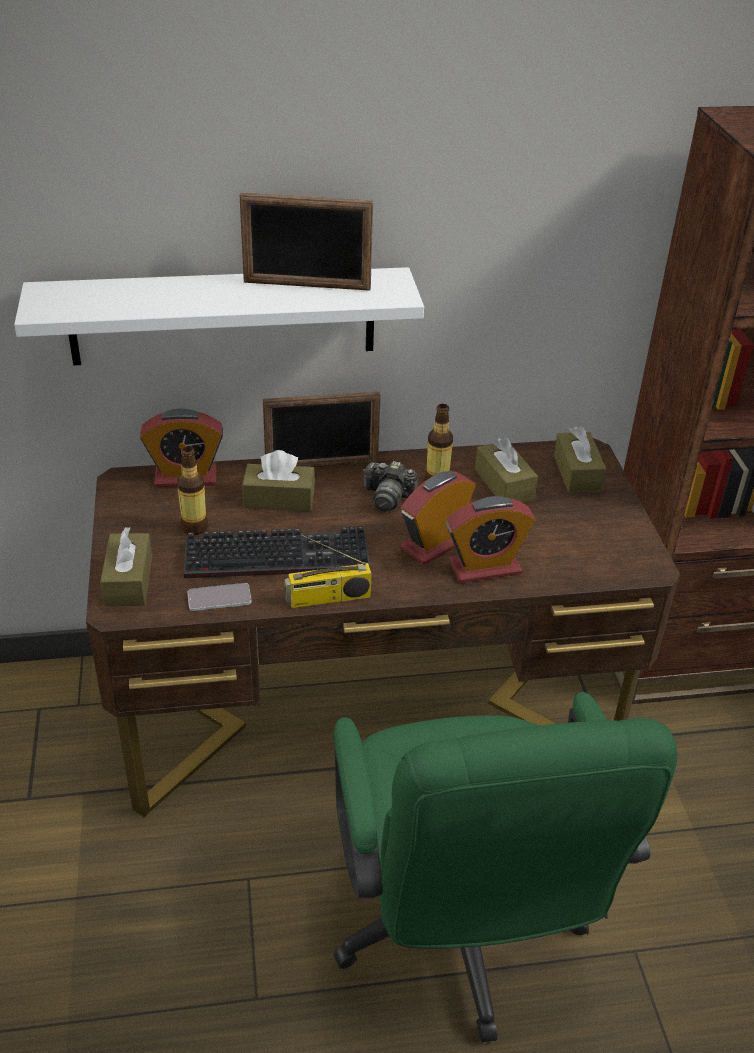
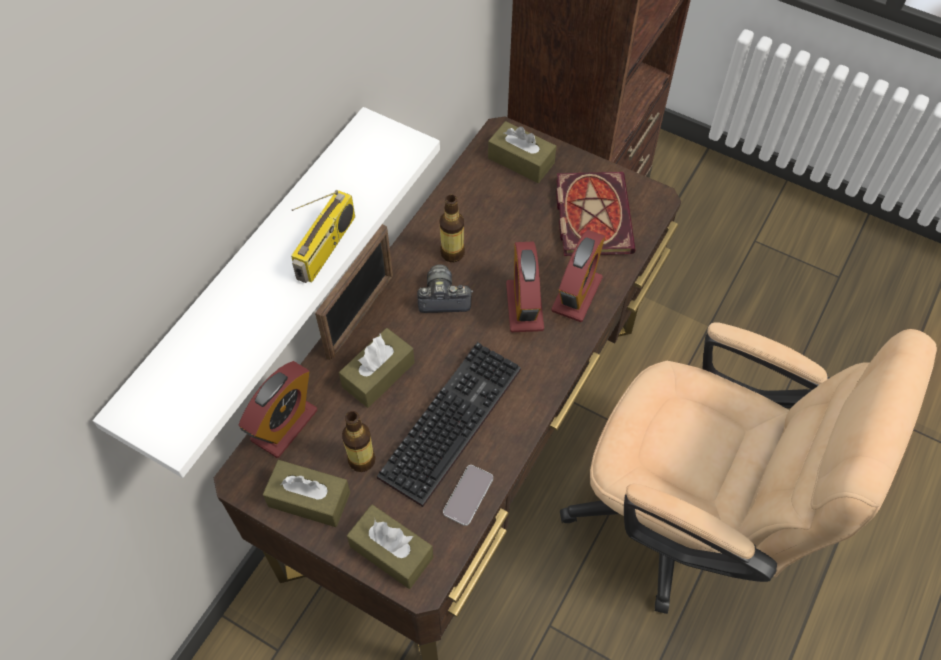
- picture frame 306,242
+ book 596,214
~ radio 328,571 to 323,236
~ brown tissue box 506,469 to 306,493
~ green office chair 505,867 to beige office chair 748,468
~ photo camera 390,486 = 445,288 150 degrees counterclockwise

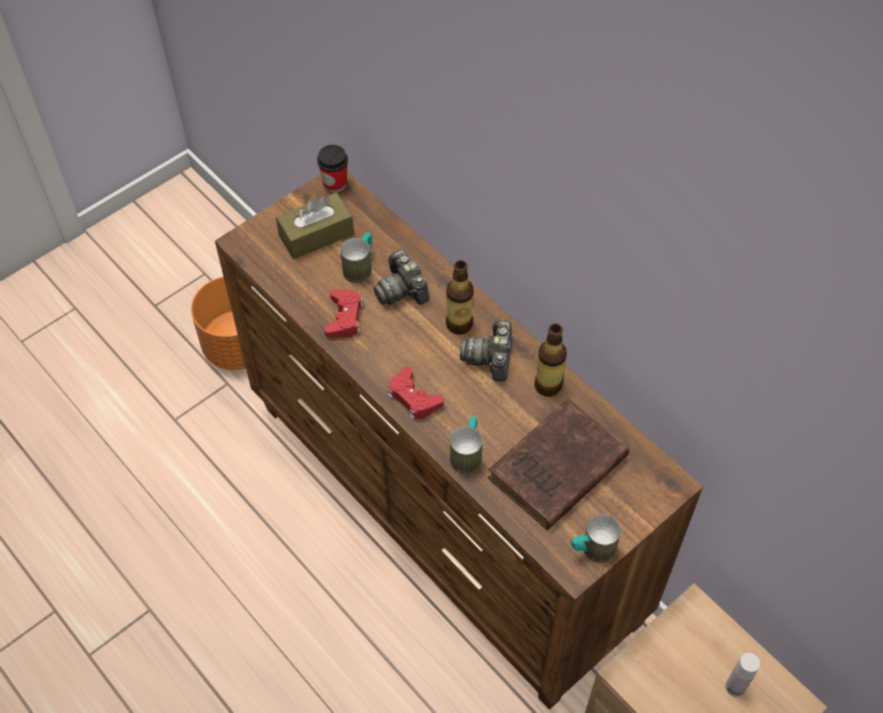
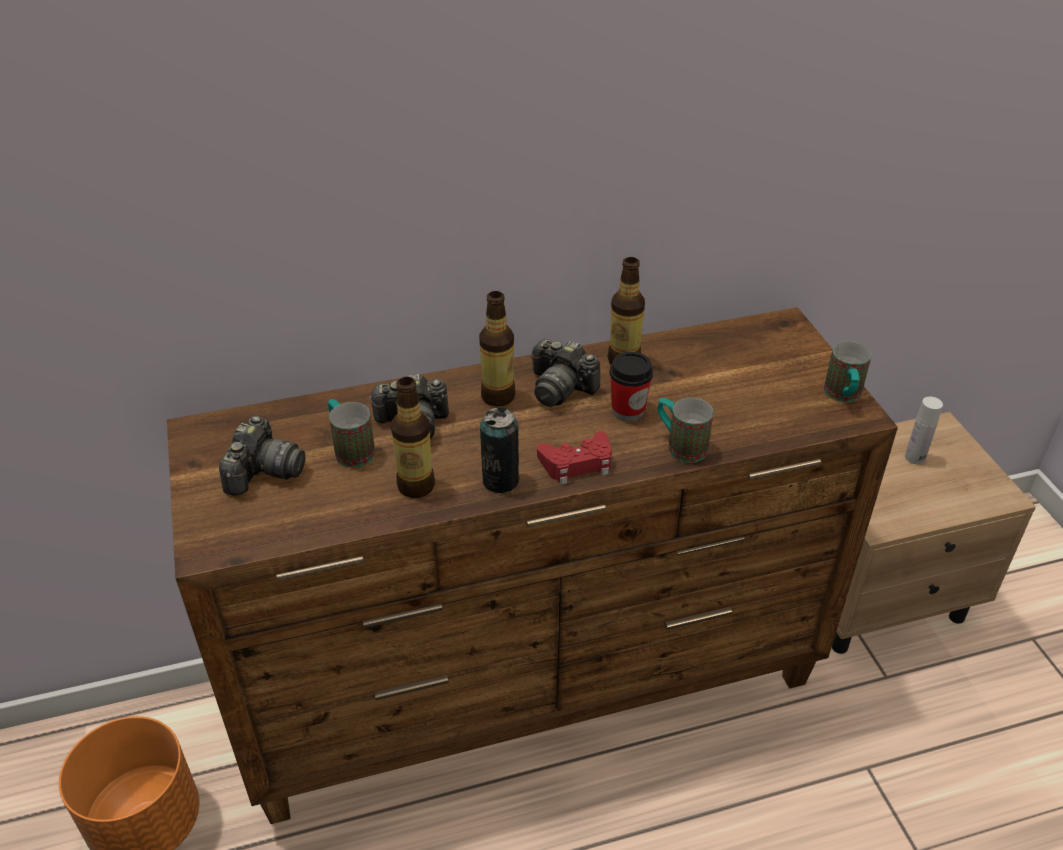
- brown book 558,464
+ can 500,450
~ cup 332,169 to 631,386
~ brown tissue box 315,225 to photo camera 262,456
~ red game controller 344,313 to bottle 413,437

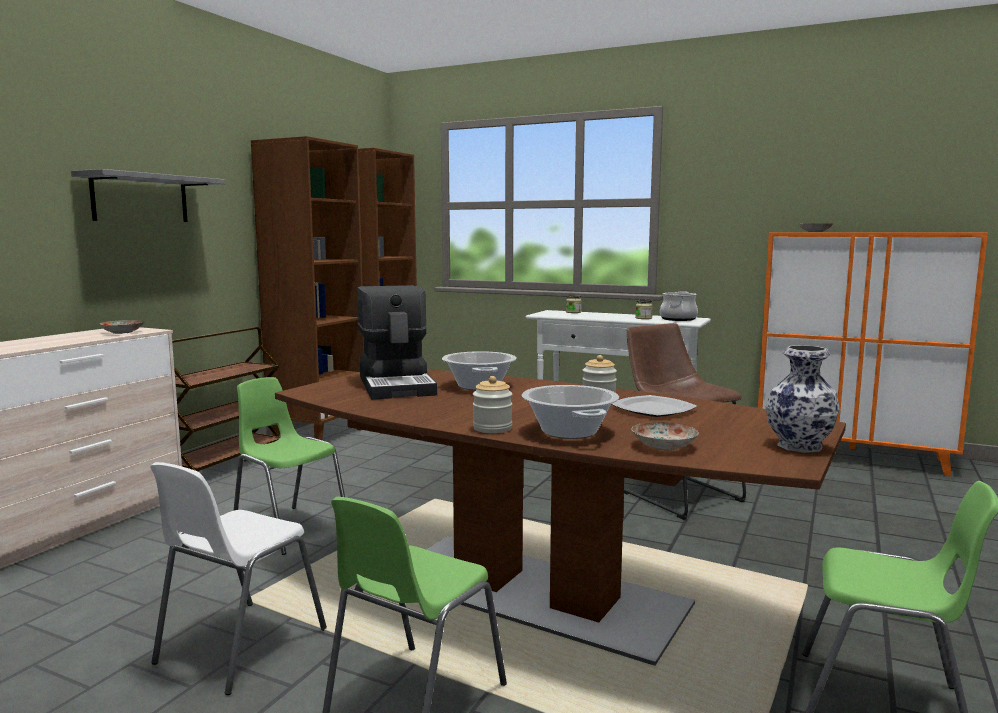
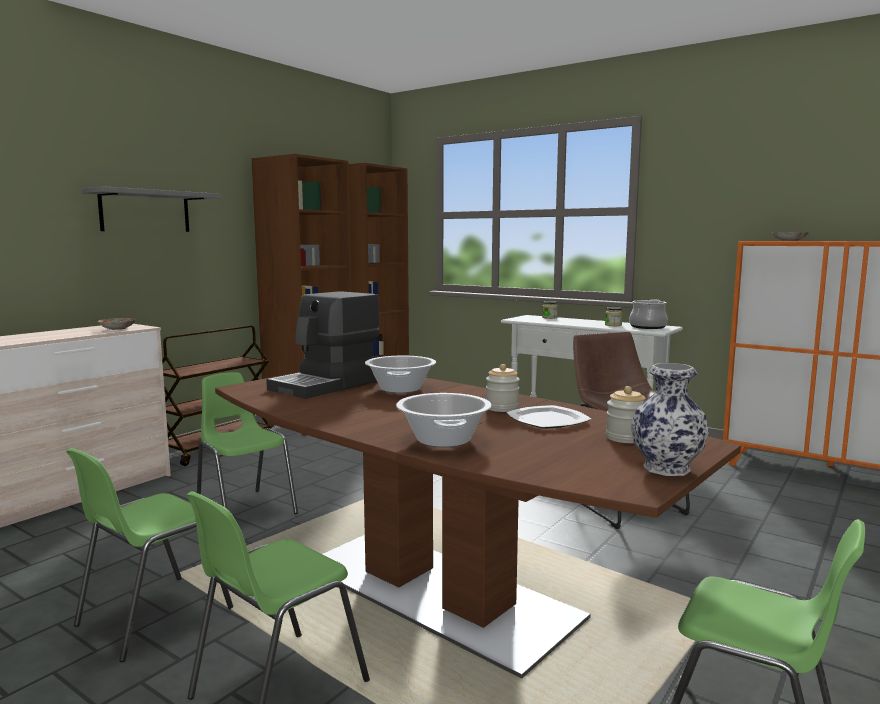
- plate 665,436
~ jar 492,404 to 626,414
~ white chair 238,578 to green chair 150,555
~ coffee machine 397,342 = 323,345 45 degrees clockwise

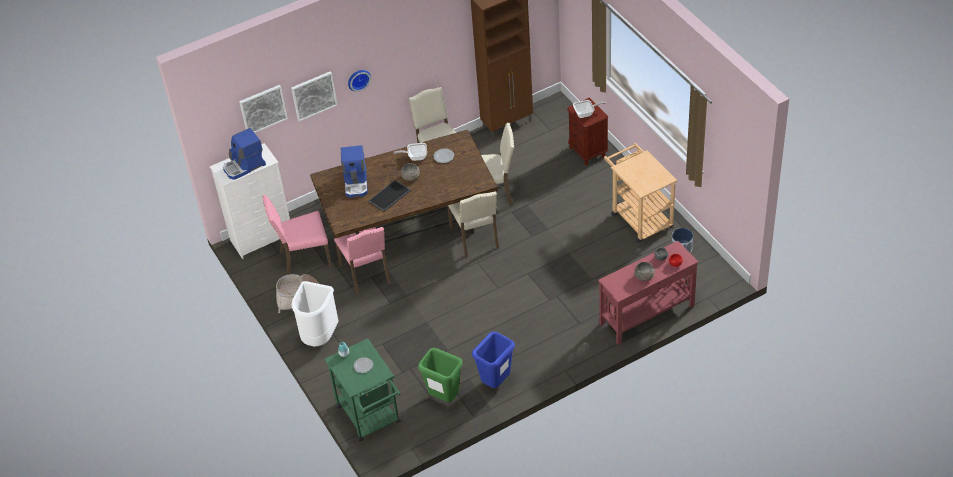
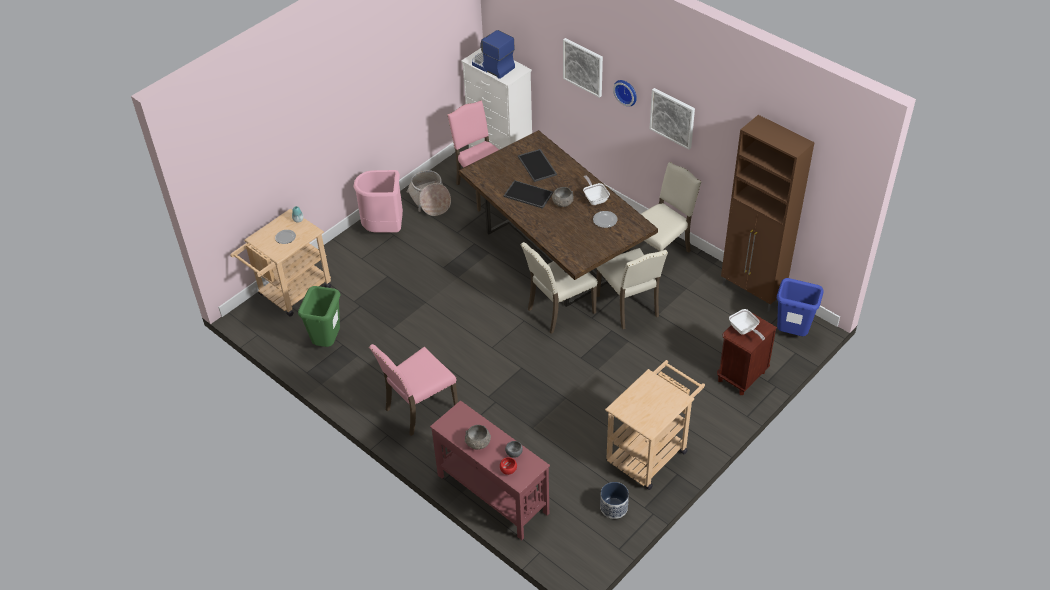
~ picture 263,109 to 672,119
~ pink chair 362,261 to 413,390
~ blue trash can 493,359 to 800,307
~ coffee machine 354,171 to tray 537,165
~ white trash can 315,314 to pink trash can 378,201
~ green cart 363,390 to beige cart 280,263

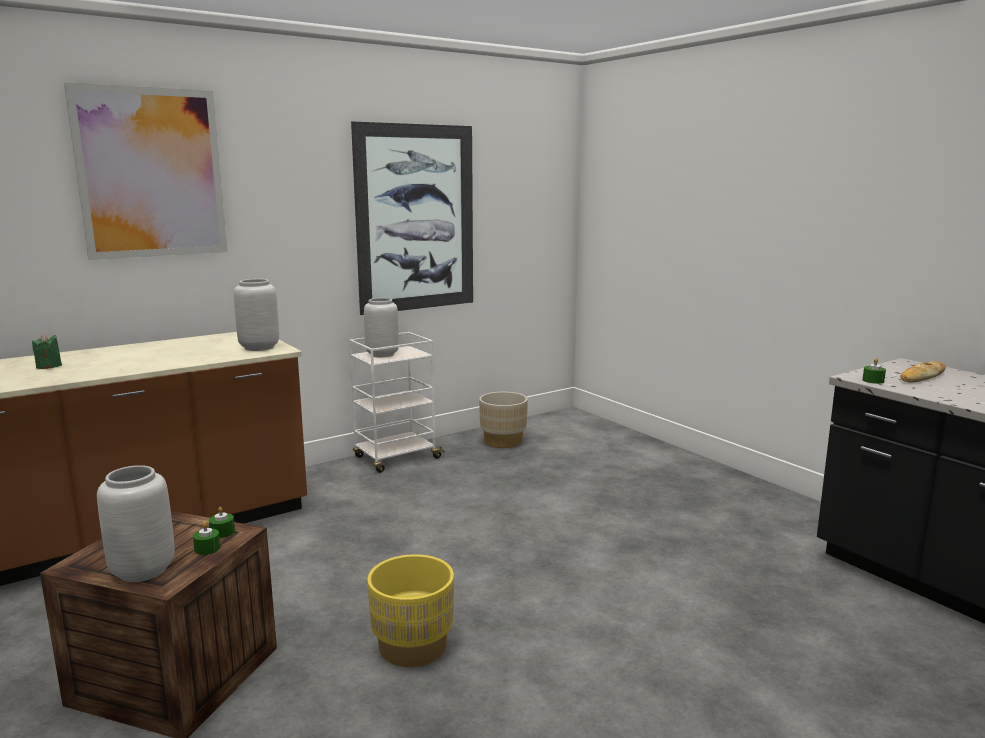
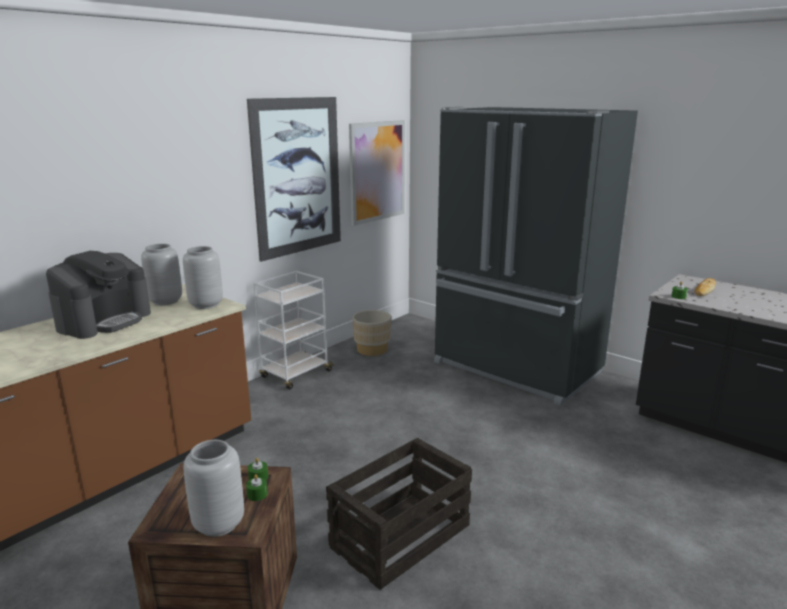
- green candle 47,351
+ coffee machine 98,295
+ black fridge 536,256
~ picture 145,171 to 377,173
~ grey vase 381,327 to 161,274
~ yellow planter 410,610 to crate 399,514

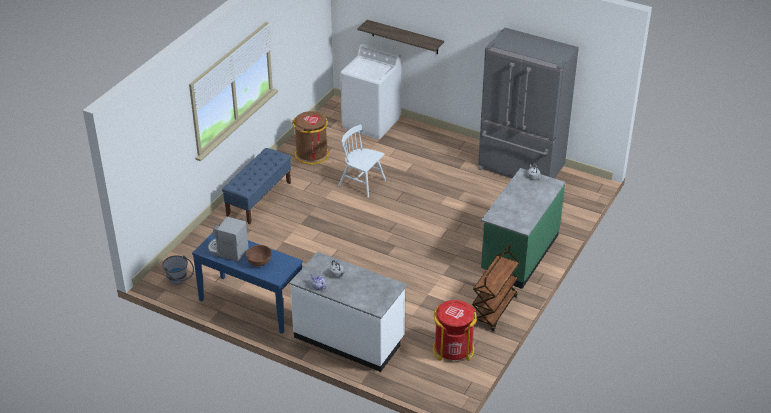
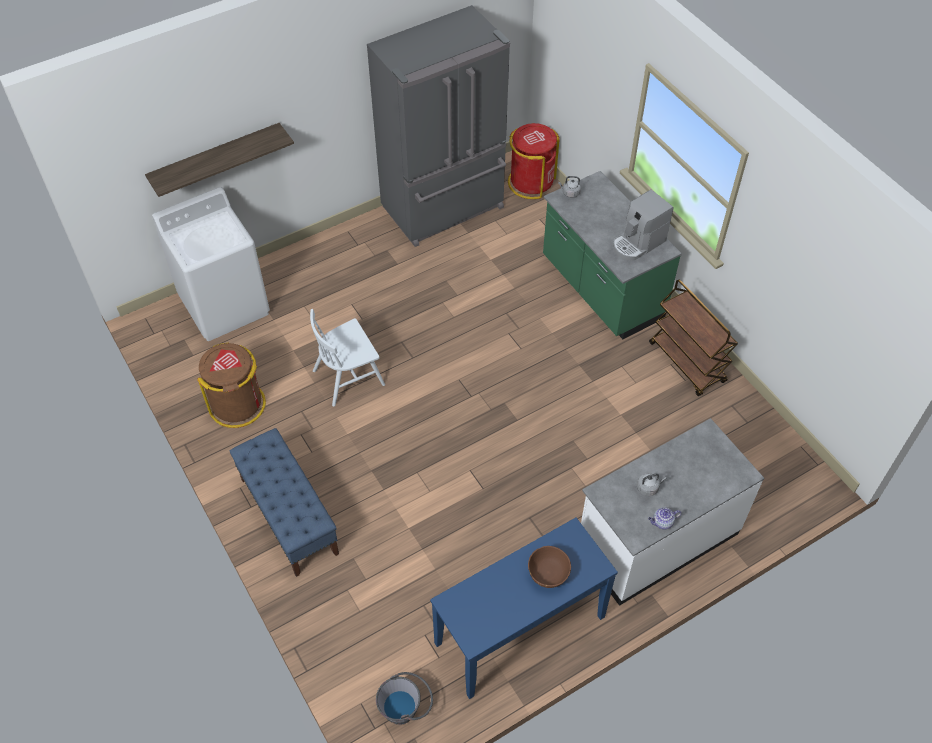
~ coffee machine 228,239 to 643,225
~ red trash can 455,330 to 534,161

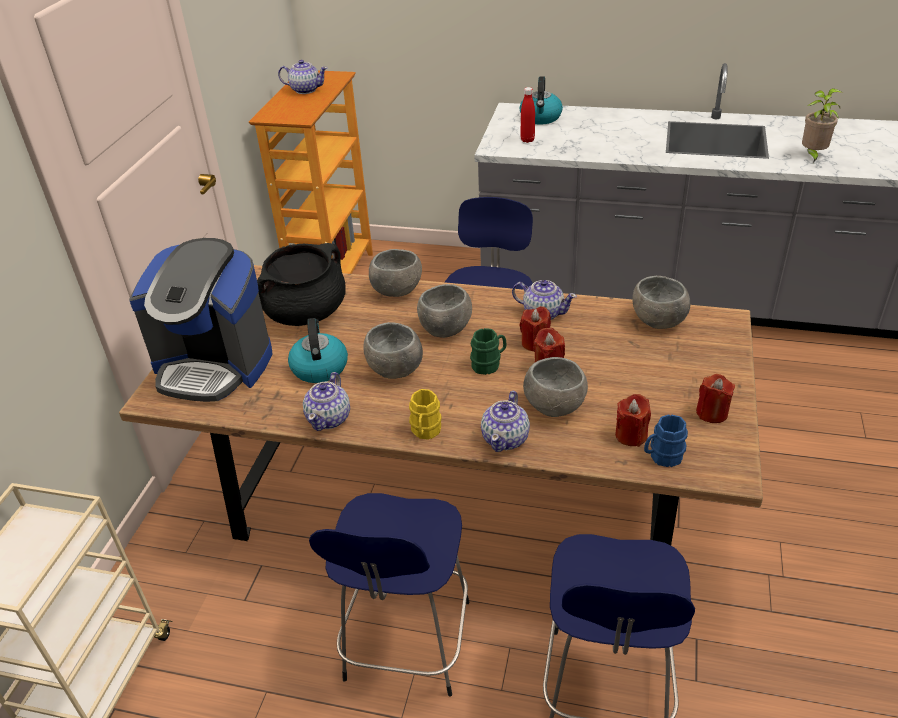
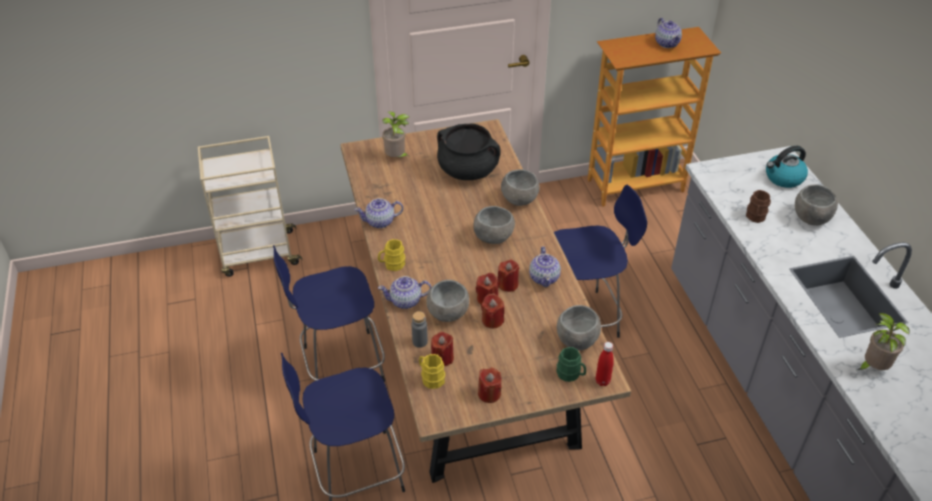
- kettle 318,350
+ grey bottle 420,329
+ red candle 492,311
+ brown mug 758,206
~ grey bowl 393,350 to 816,204
~ green mug 488,351 to 571,364
~ red bottle 528,115 to 605,364
~ coffee machine 200,320 to potted plant 395,134
~ blue mug 666,440 to yellow mug 432,371

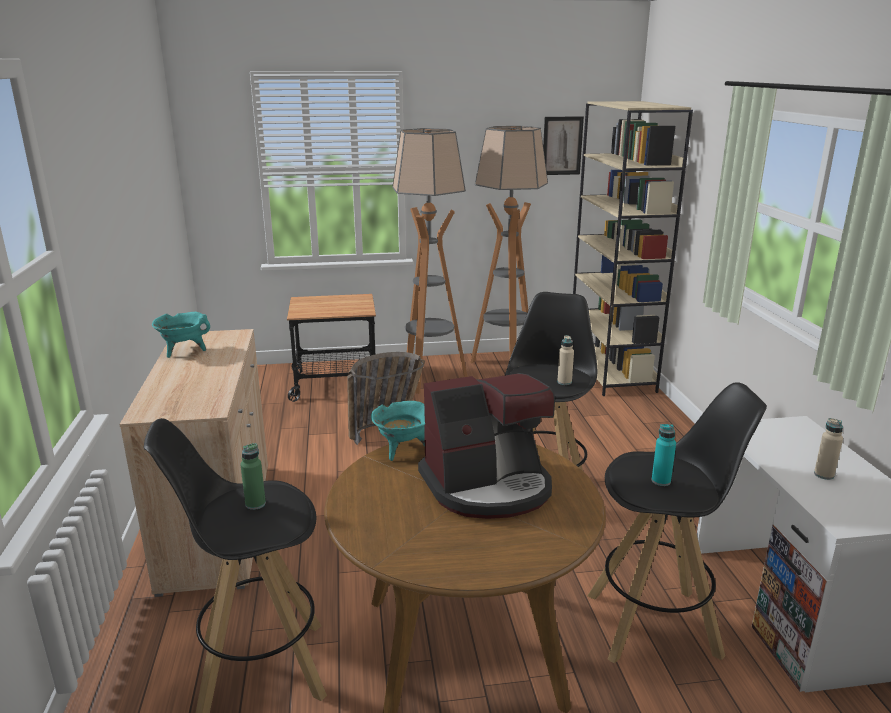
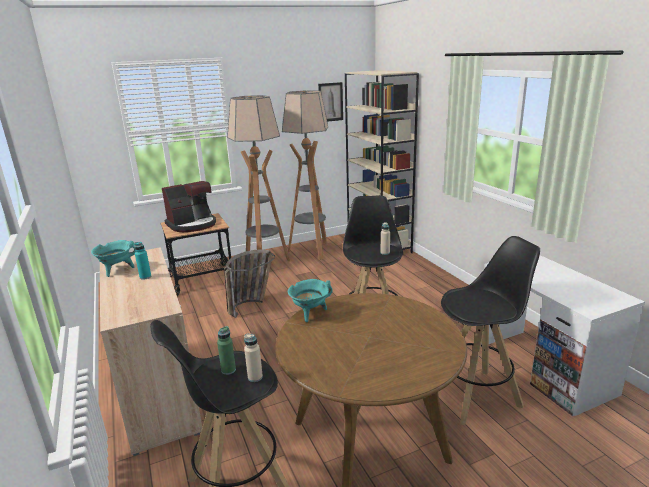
~ coffee machine 486,446 to 189,206
~ turquoise bottle 664,455 to 142,261
~ beige bottle 828,449 to 253,357

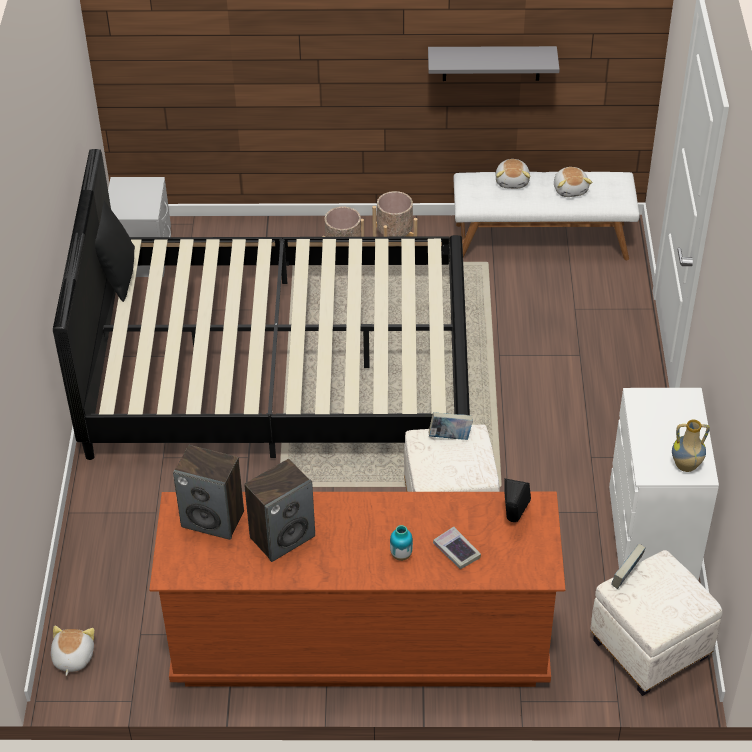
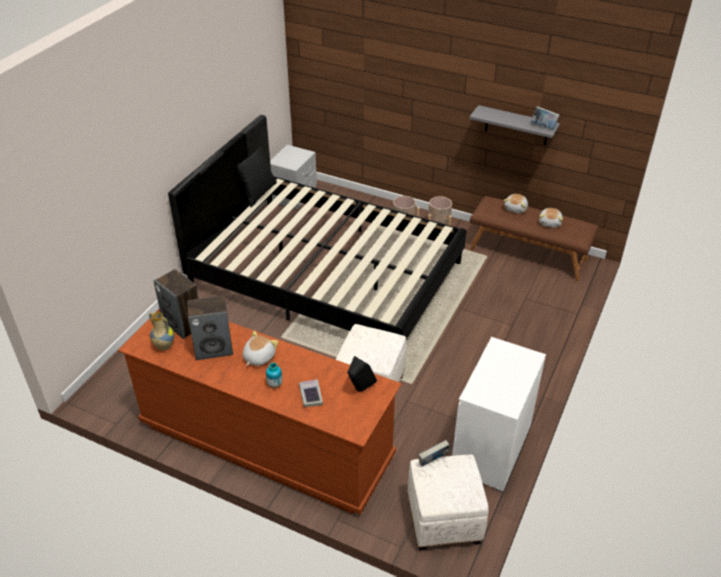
~ plush toy 72,651 to 260,348
~ book 451,426 to 545,117
~ vase 691,446 to 161,331
~ white bench 547,216 to brown bench 534,238

